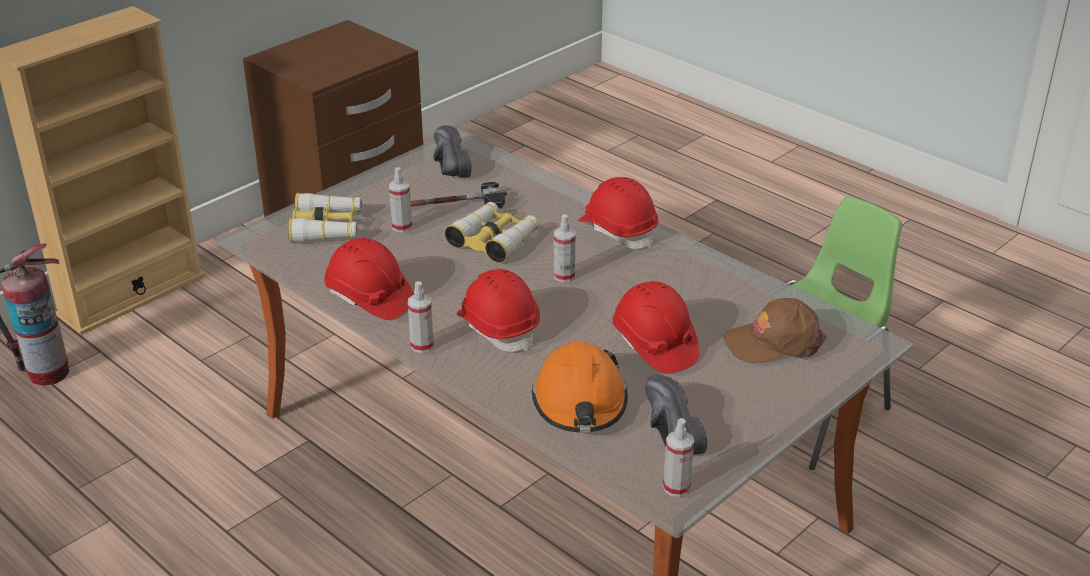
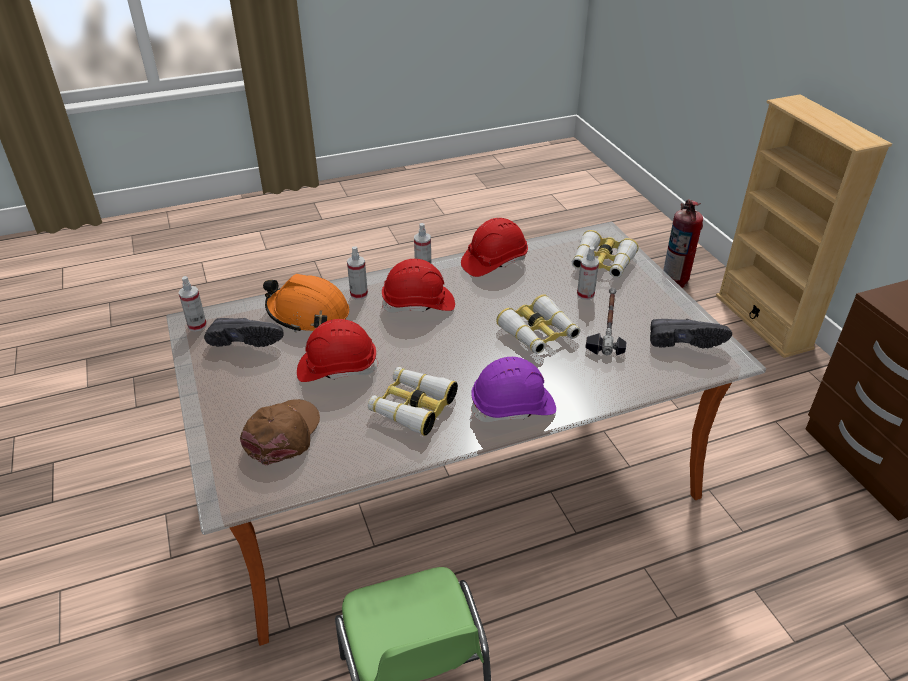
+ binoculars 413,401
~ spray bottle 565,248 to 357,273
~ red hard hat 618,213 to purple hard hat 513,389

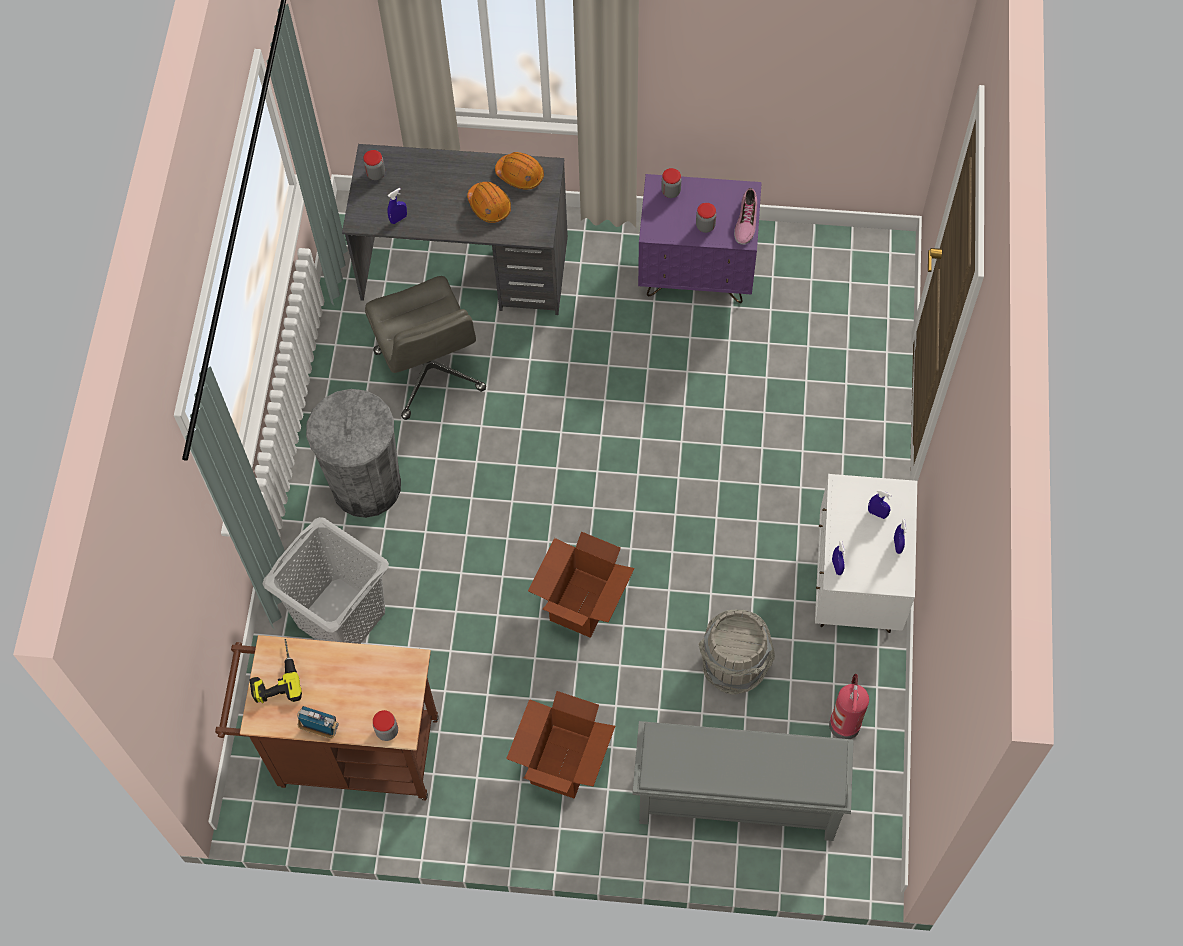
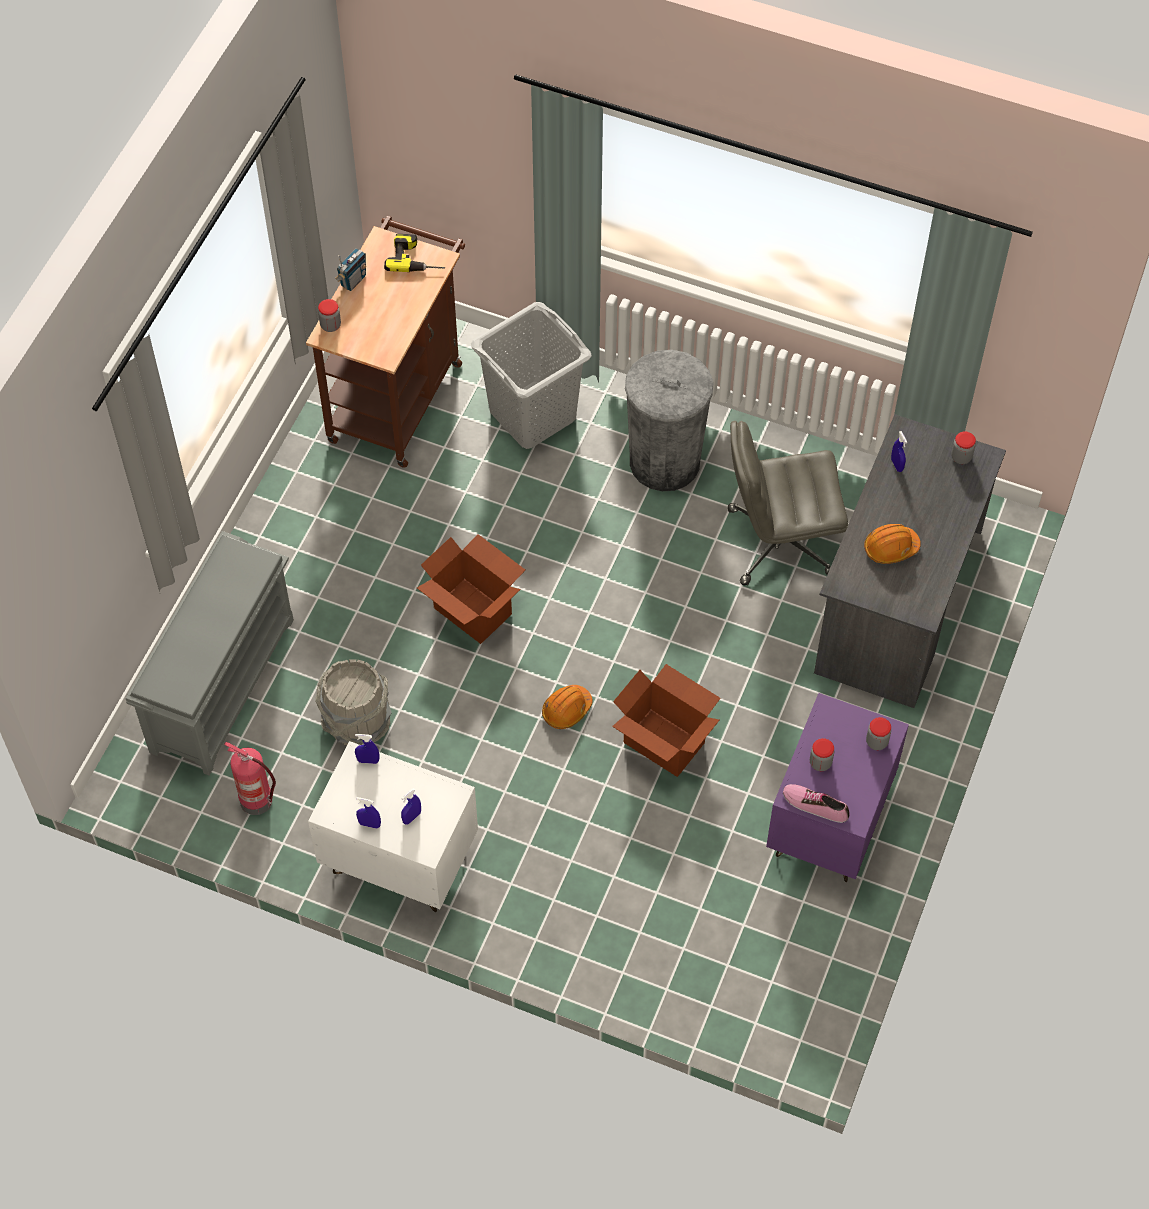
~ orange hard hat 519,170 to 567,707
~ cardboard box 560,745 to 666,720

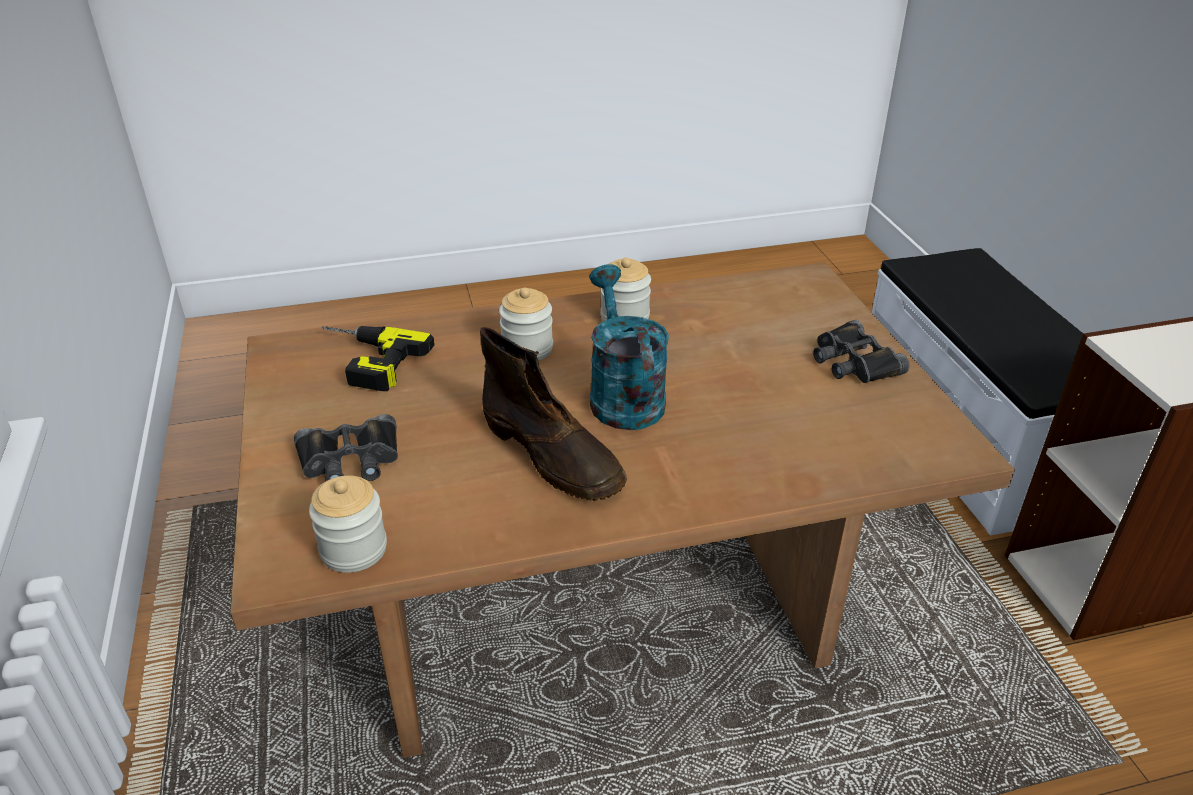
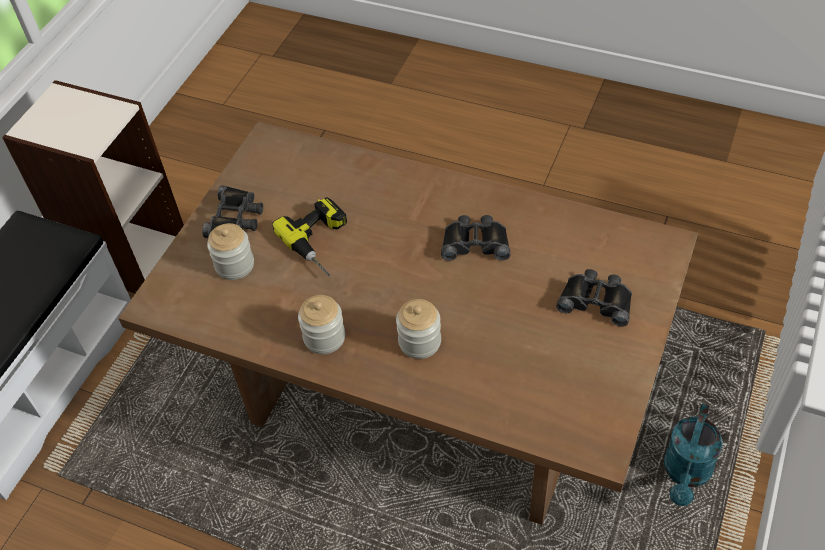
~ jar 348,524 to 230,251
~ power drill 378,358 to 309,236
~ turquoise watering can 629,347 to 693,454
~ brown boot 553,414 to black binoculars 475,238

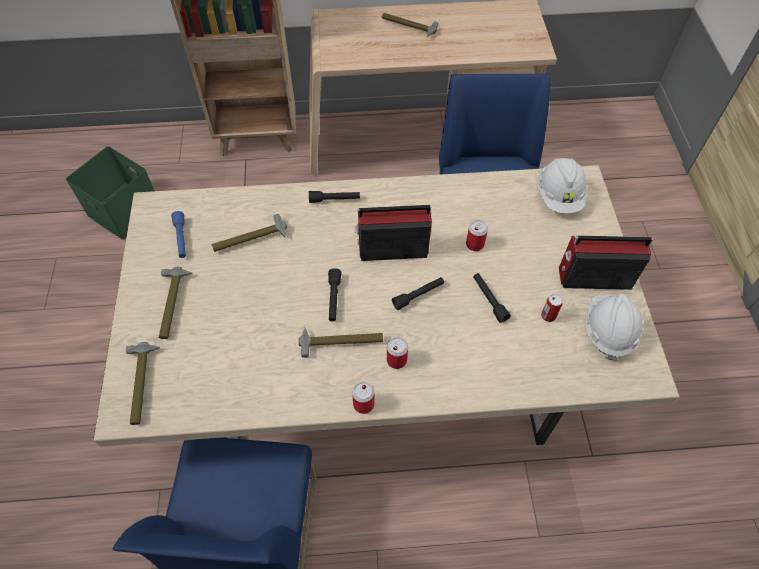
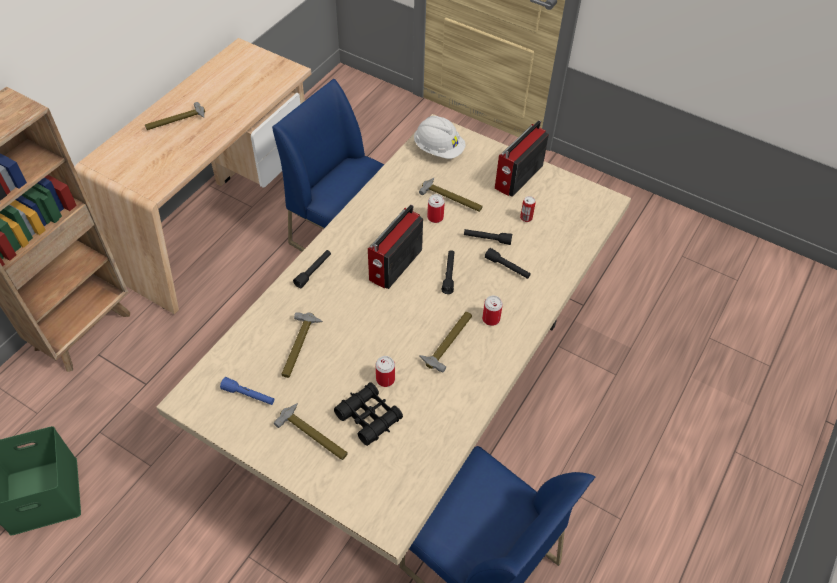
- white hard hat 613,327
+ black binoculars 368,414
~ hammer 143,383 to 451,195
~ black flashlight 334,294 to 508,263
~ can 363,398 to 385,371

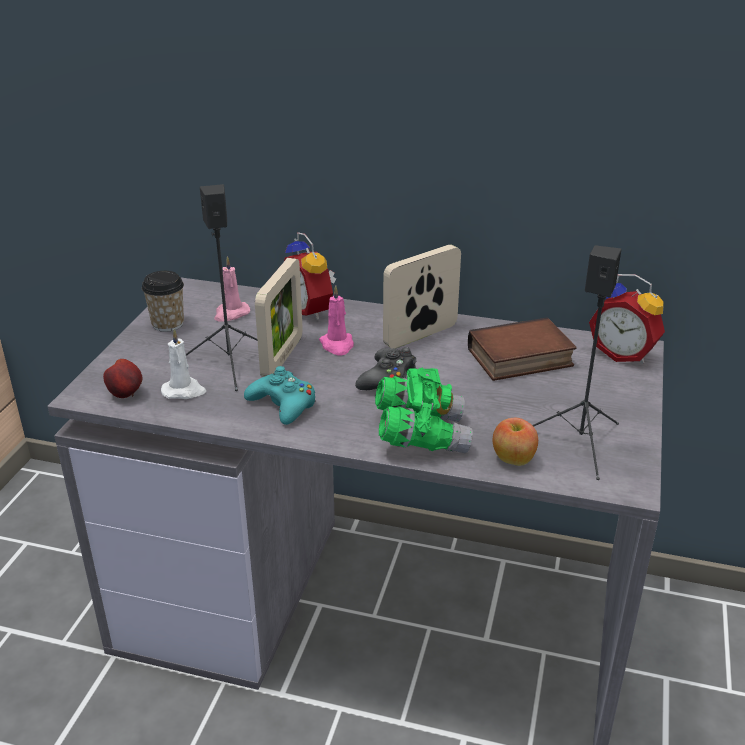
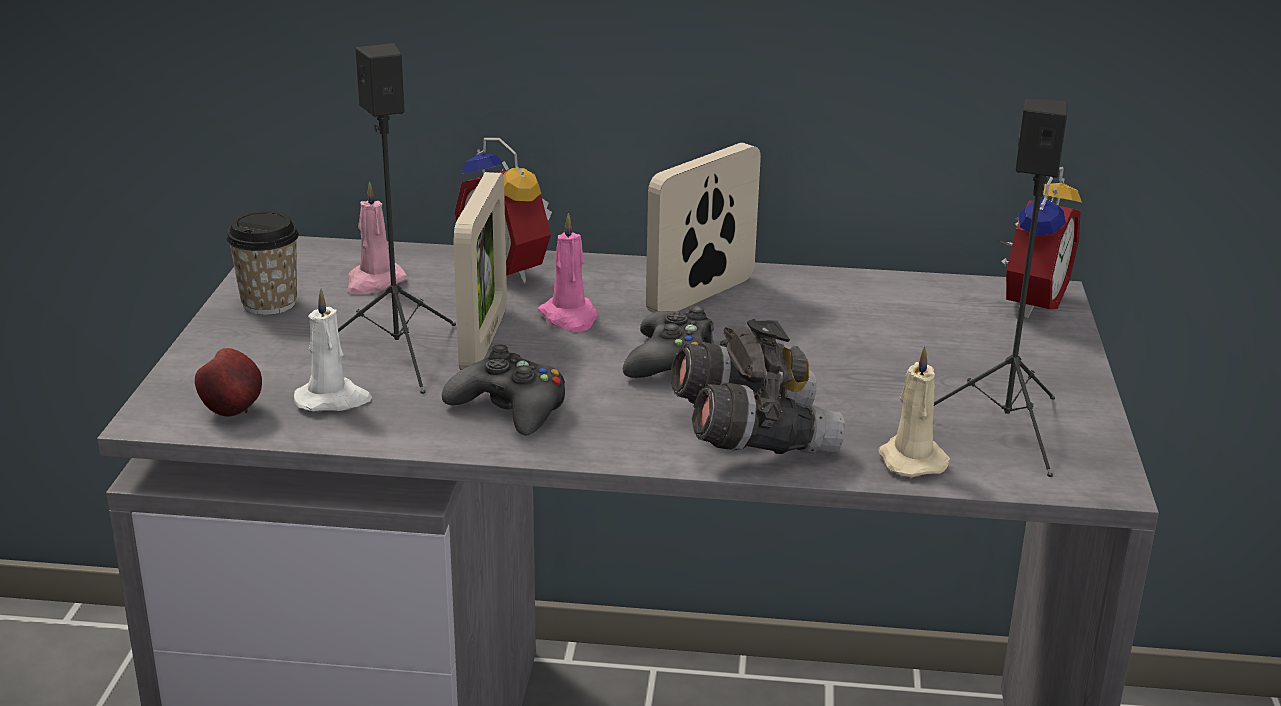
- book 522,349
~ apple 515,442 to beige candle 914,411
~ turquoise game controller 280,395 to black game controller 503,390
~ green binoculars 424,410 to grey binoculars 757,387
~ alarm clock 627,319 = 1040,242 90 degrees counterclockwise

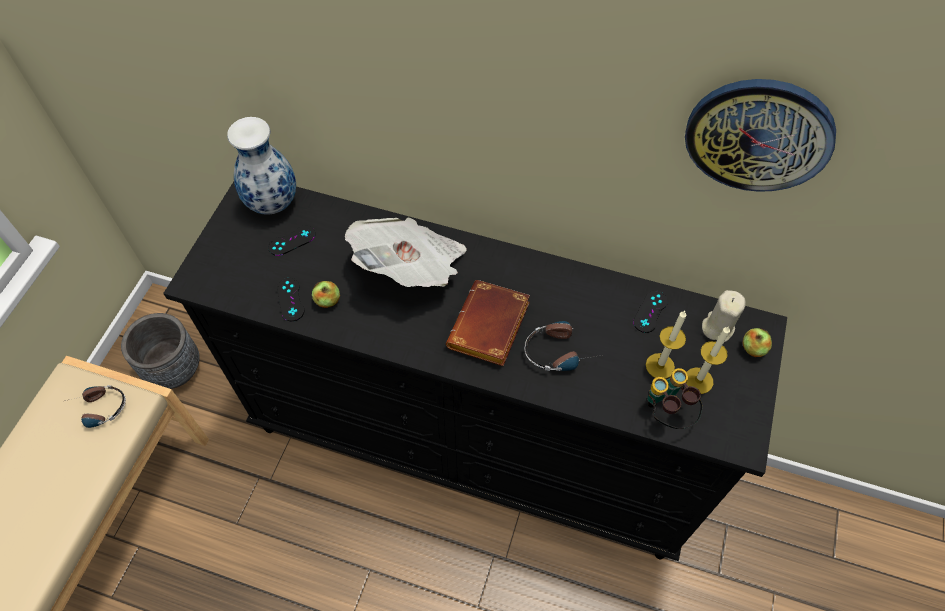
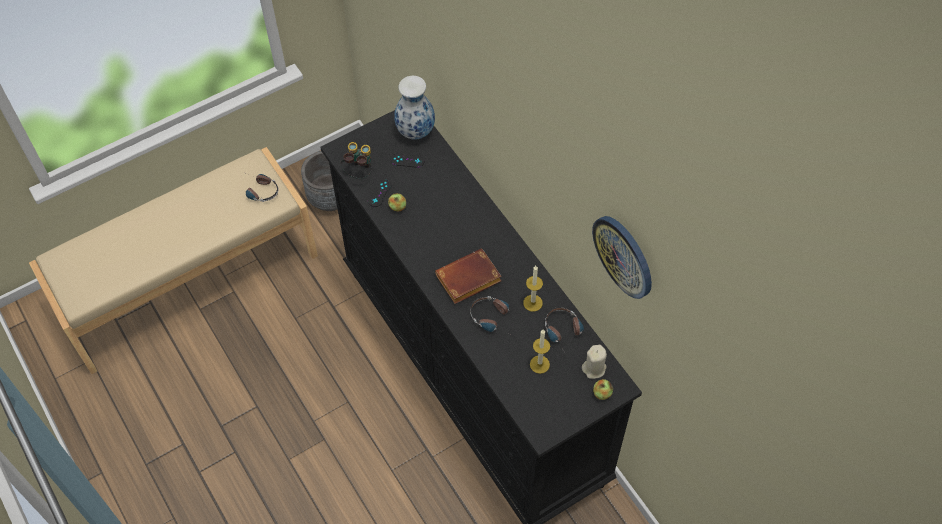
- newspaper 406,252
~ binoculars 675,398 to 356,160
~ candle 708,360 to 533,289
~ black game controller 650,312 to headphones 564,329

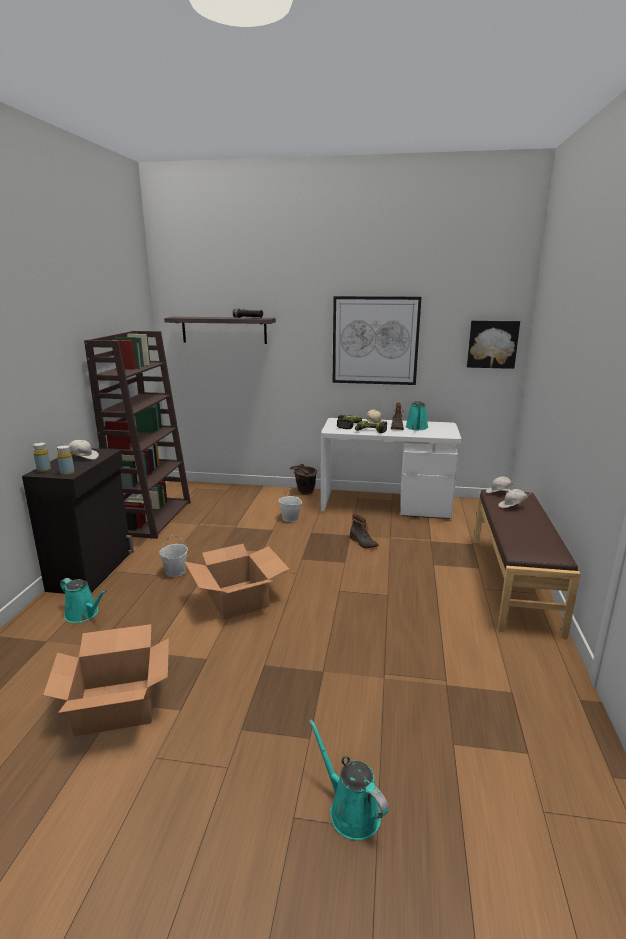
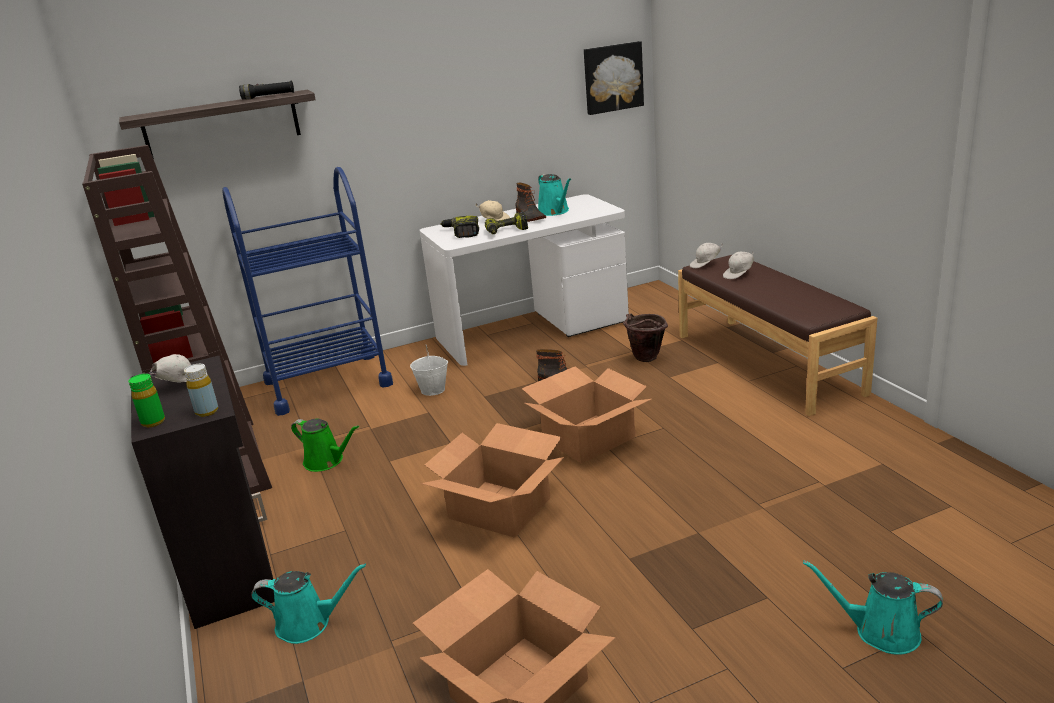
- white bucket 173,556
- picture 377,340
+ blue cart 307,291
+ green watering can 325,445
+ cardboard box 587,415
~ brown bucket 303,479 to 645,338
~ yellow bottle 42,457 to green bottle 147,400

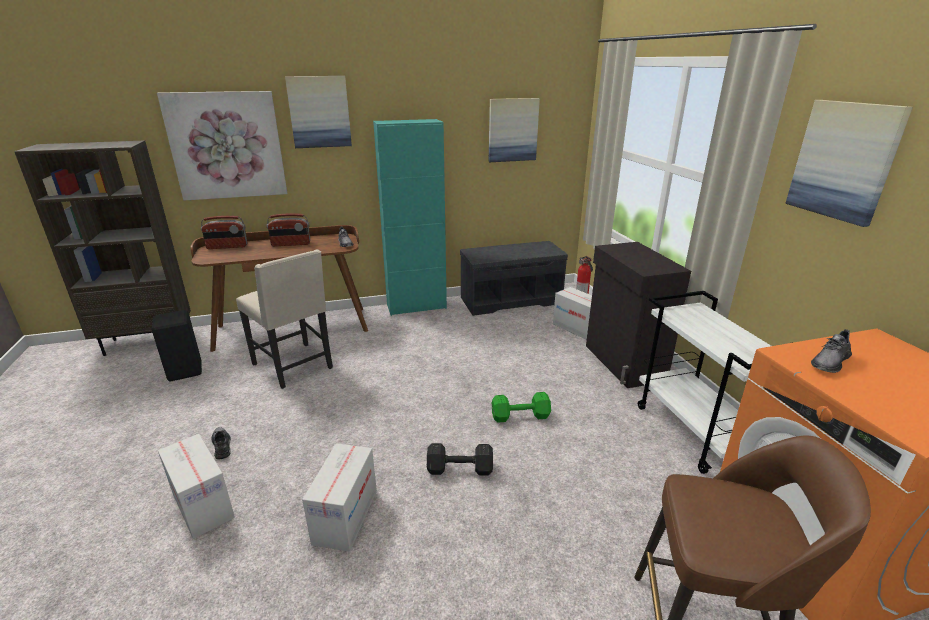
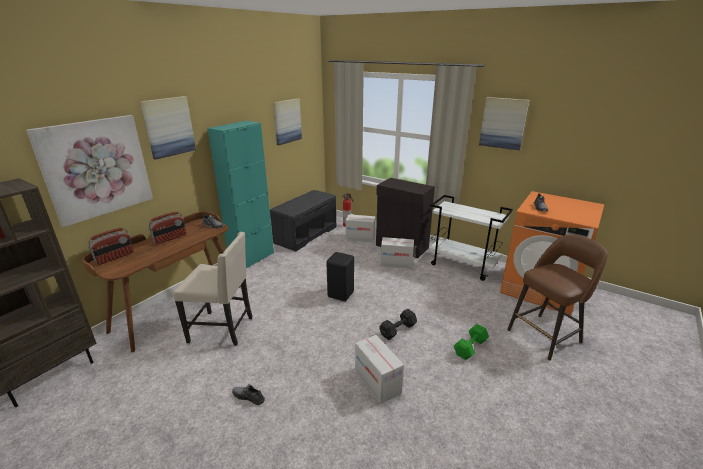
~ black stool 176,345 to 340,276
~ cardboard box 196,486 to 397,253
~ green dumbbell 521,407 to 471,342

